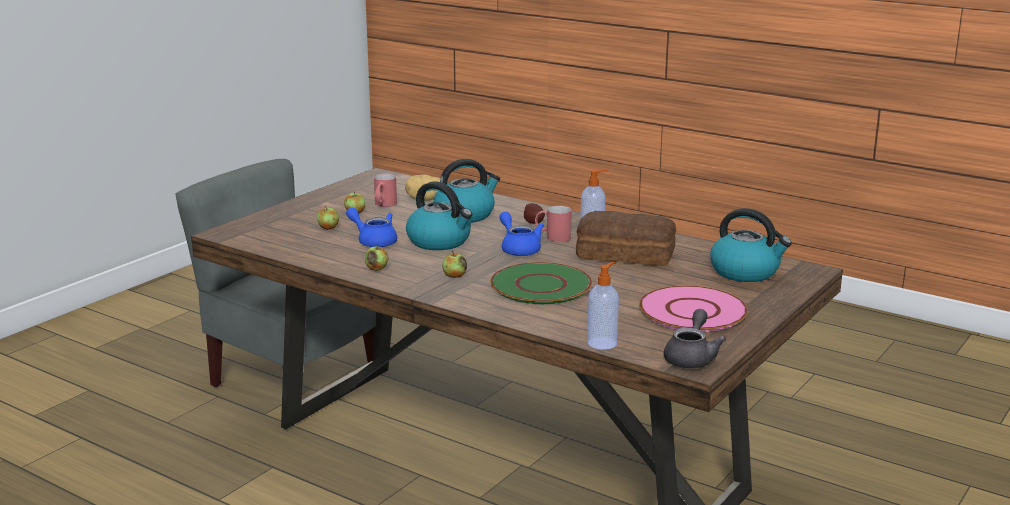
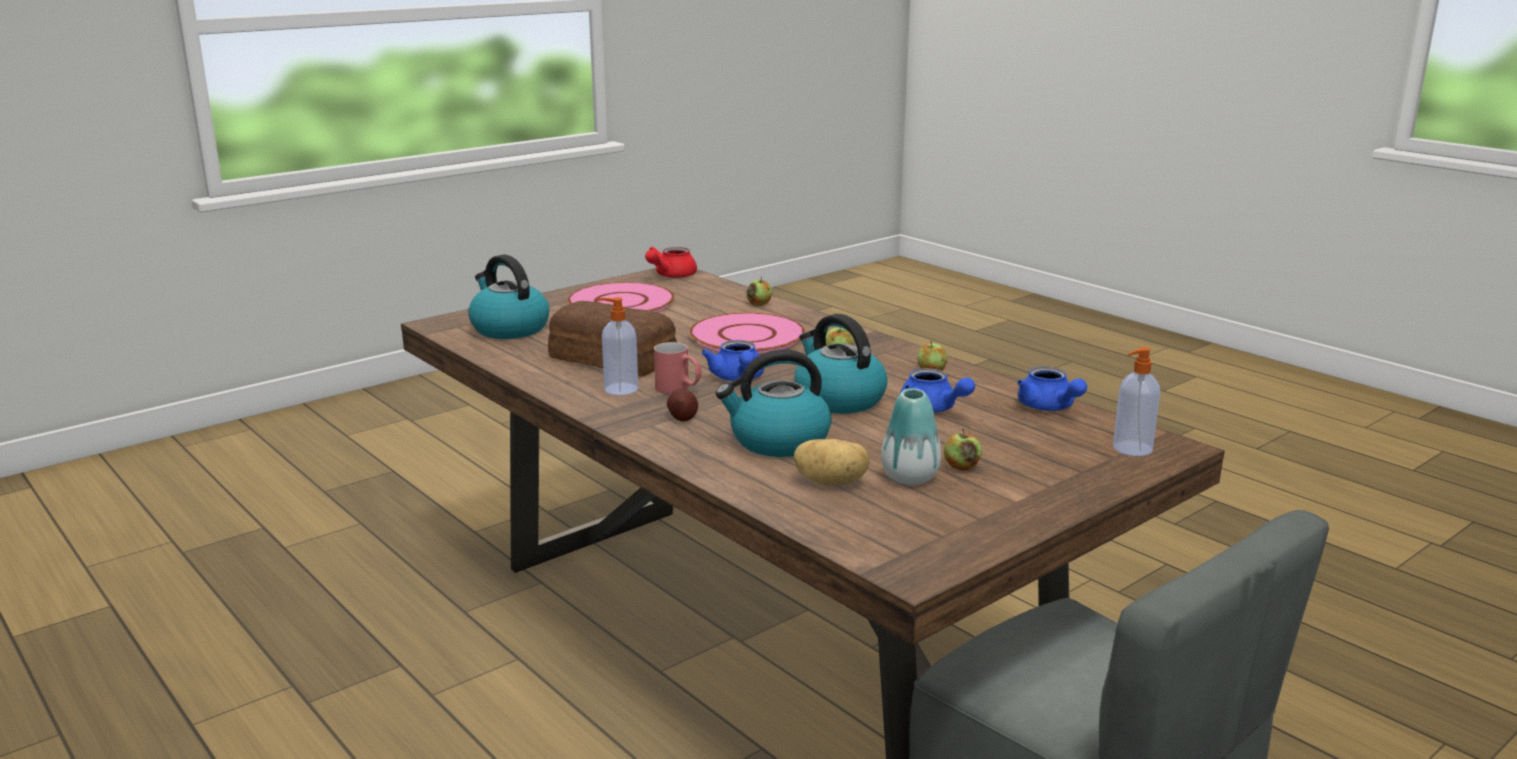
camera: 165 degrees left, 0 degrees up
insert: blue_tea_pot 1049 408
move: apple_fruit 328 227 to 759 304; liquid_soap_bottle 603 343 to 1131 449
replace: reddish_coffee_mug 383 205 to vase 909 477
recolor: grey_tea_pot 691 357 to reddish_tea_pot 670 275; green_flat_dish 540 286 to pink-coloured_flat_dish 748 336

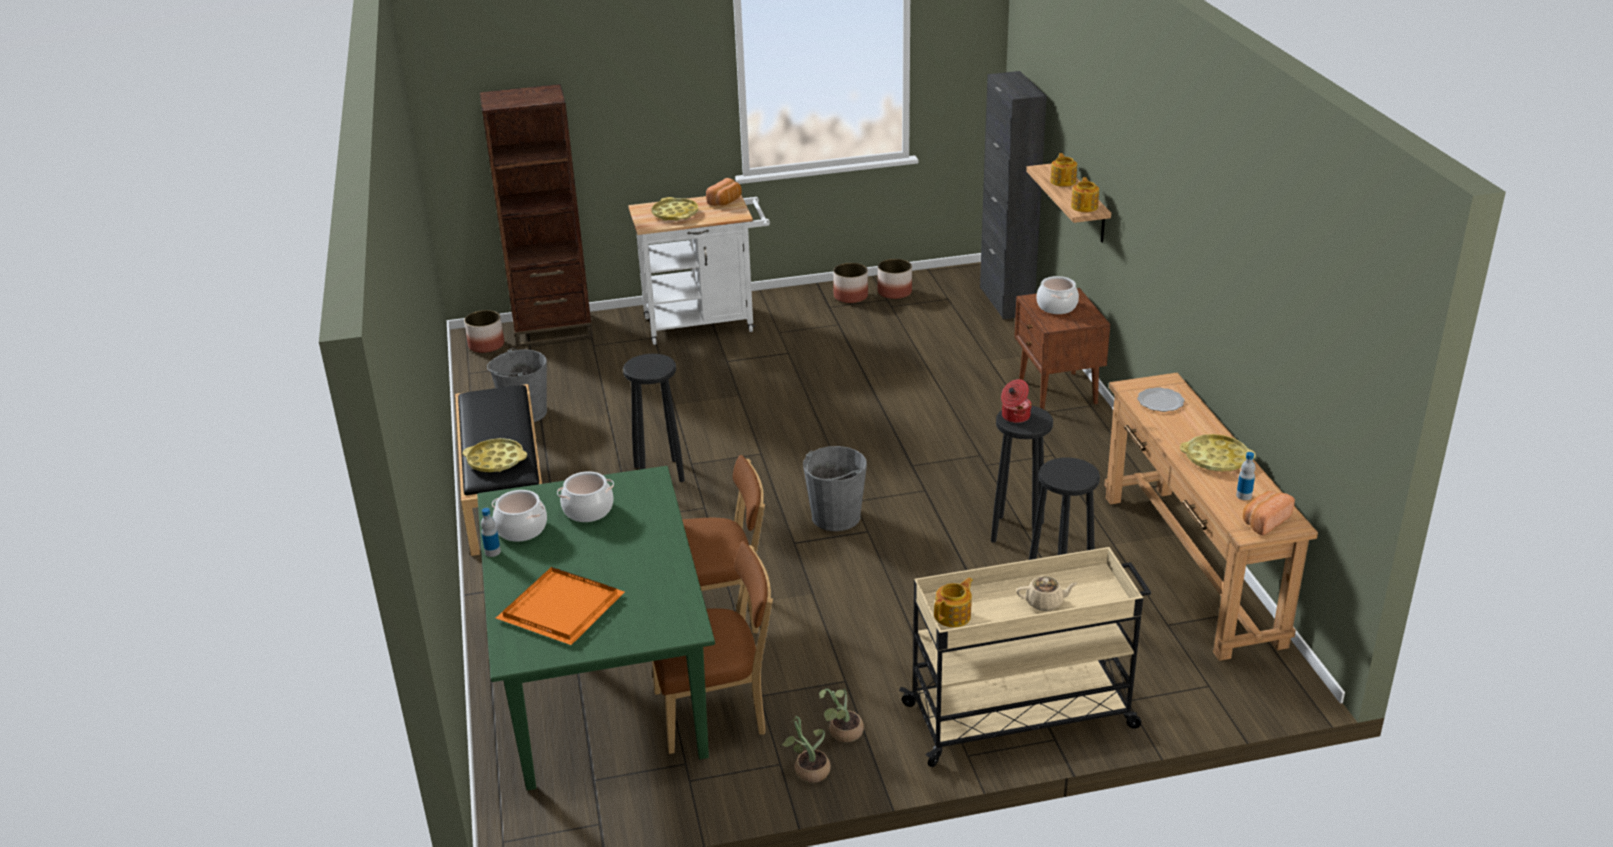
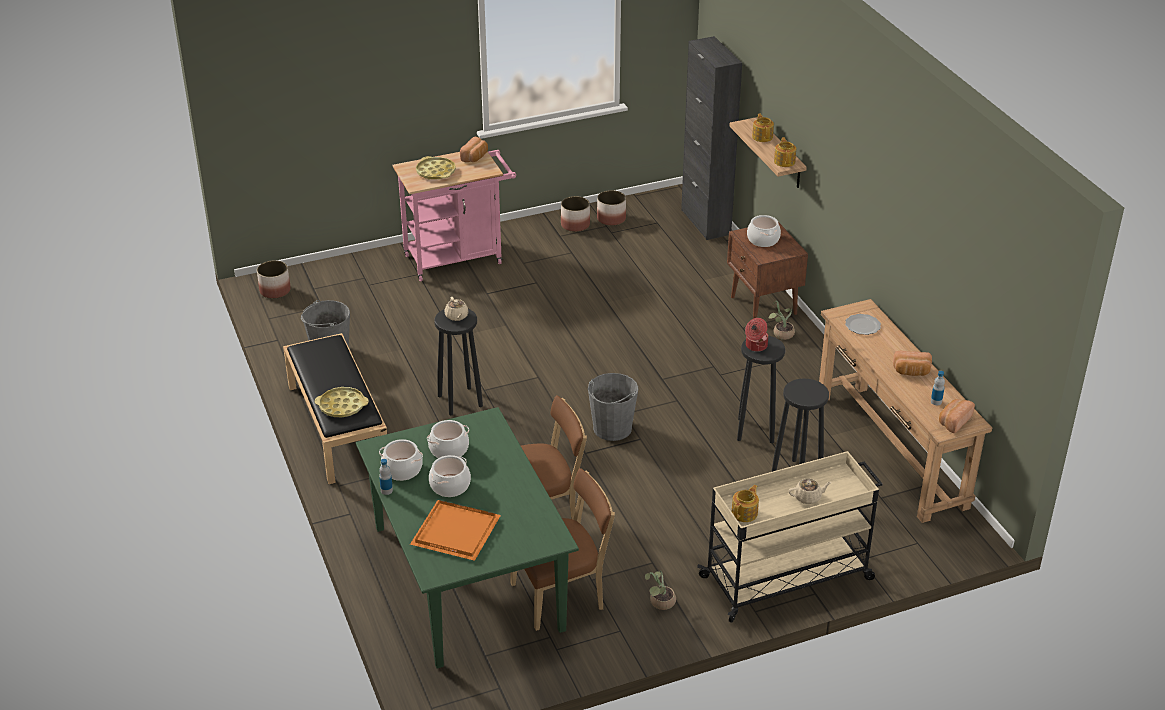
camera: 10 degrees left, 5 degrees up
delete: brownish_bookcase 553 330
insert: stockpot 450 485; beige-coloured_tea_pot 456 316
move: potted_plant 808 770 to 780 334
replace: yellow-coloured_carrying_tray 1216 458 to bakery_bread 911 372
recolor: white_cart 706 323 to pink-coloured_cart 459 258

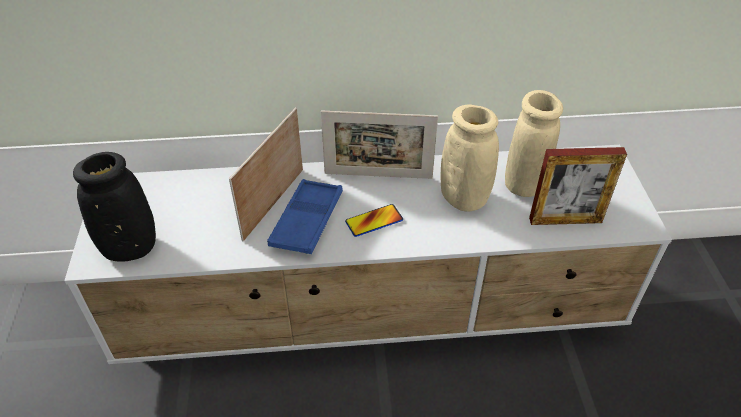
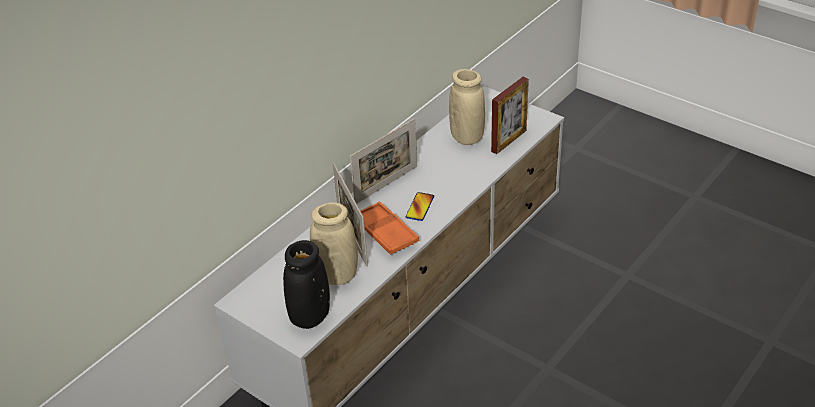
camera: 45 degrees left, 5 degrees down
move: beige-coloured_vase 463 198 to 336 275
recolor: blue_carrying_tray 307 221 to orange_carrying_tray 385 232

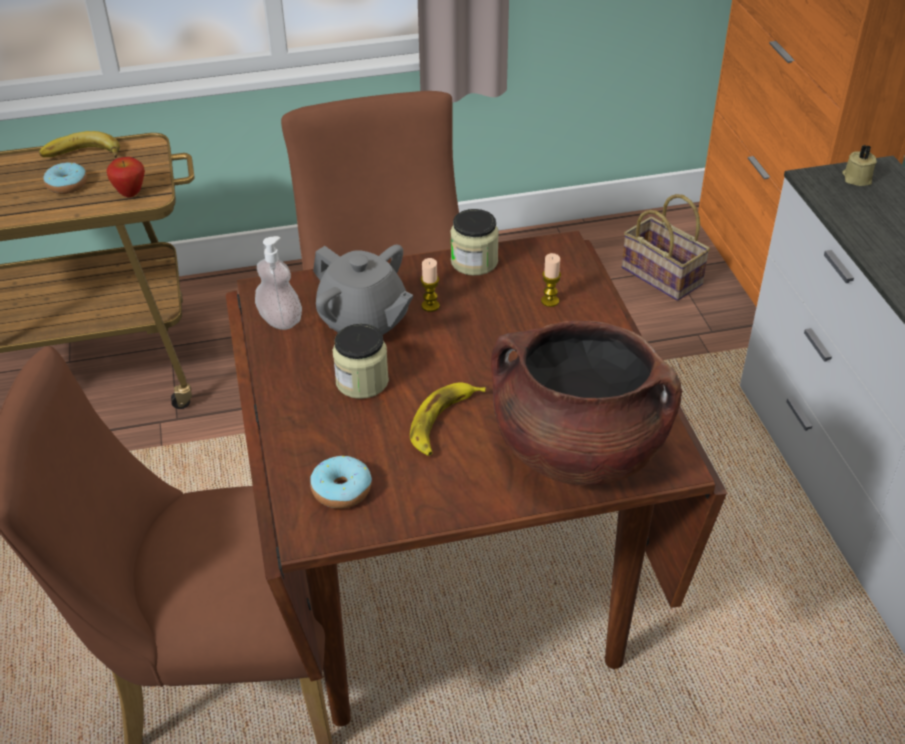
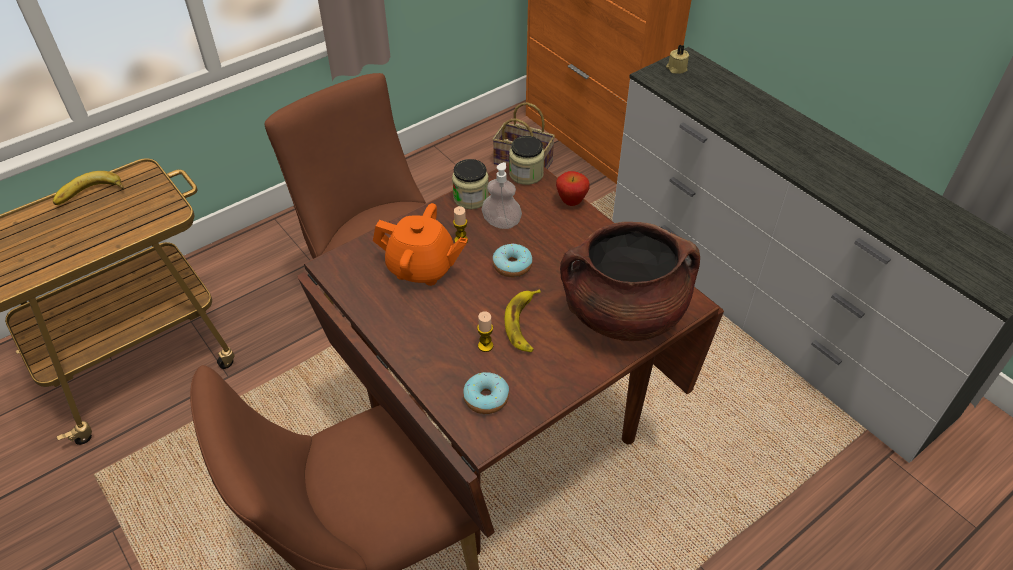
camera: 25 degrees left, 5 degrees up
move: wax_light 550 301 to 485 346; liquid_soap_bottle 280 320 to 501 222; doughnut 67 185 to 512 266; jar 362 381 to 526 174; apple_fruit 130 194 to 571 202
recolor: grey_tea_pot 364 323 to orange_tea_pot 422 268

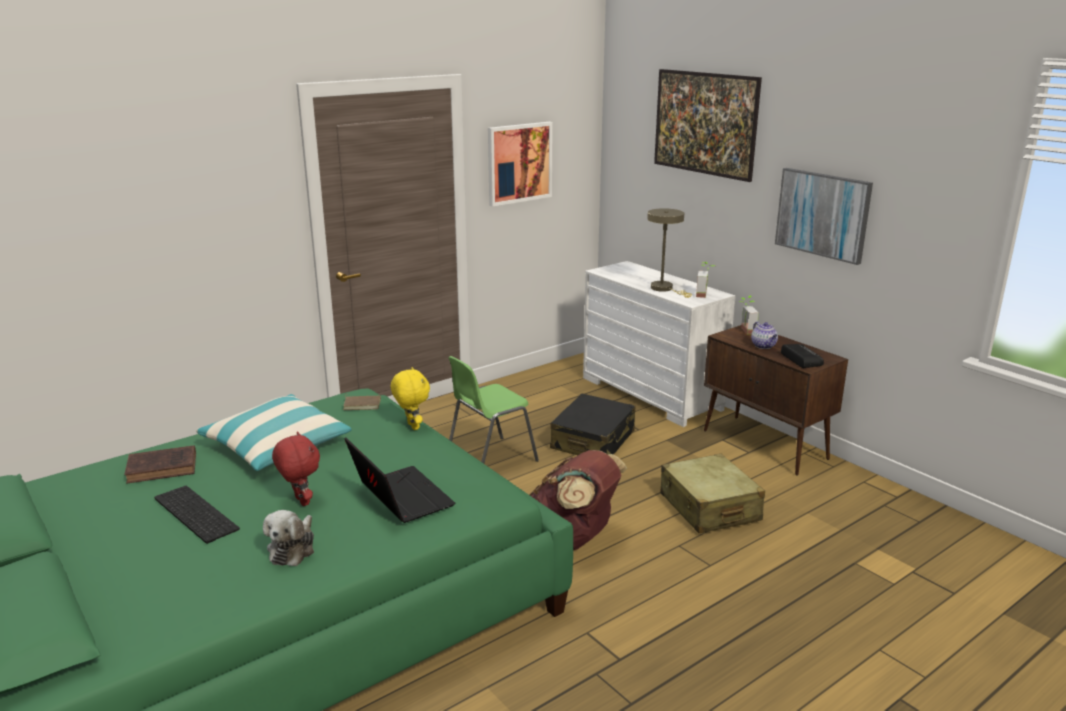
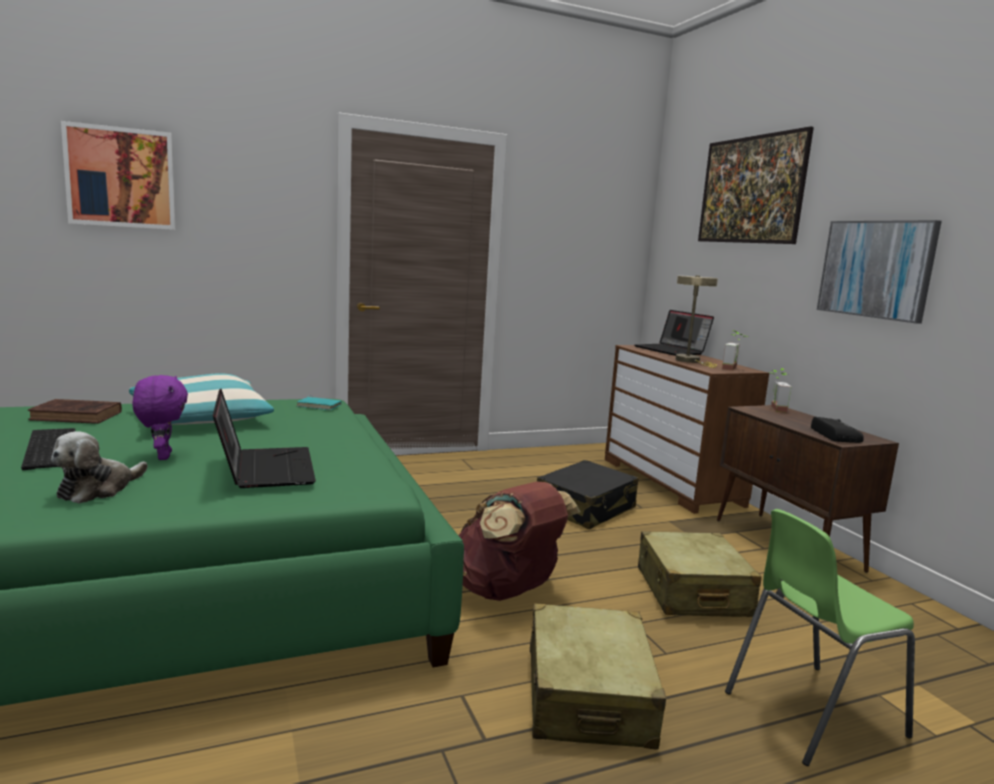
camera: 15 degrees right, 10 degrees down
delete: yellow-coloured_cuddly_toy 412 426; tea_pot 764 346
insert: beige-coloured_piece_of_luggage 588 696; portable_computer 672 351
move: wall_picture 519 163 to 121 177; green_chair 490 460 to 811 713
recolor: reddish_cuddly_toy 300 501 to purple_cuddly_toy 162 456; brownish_bound_book 362 404 to turquoise-coloured_bound_book 320 405; white_dresser 651 393 to brownish_dresser 671 481

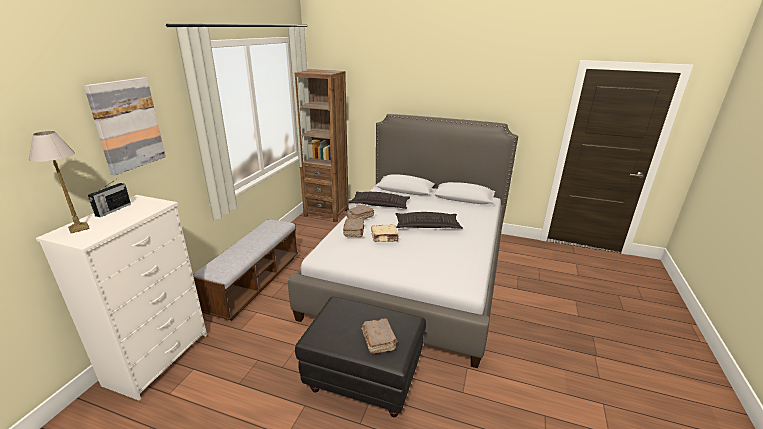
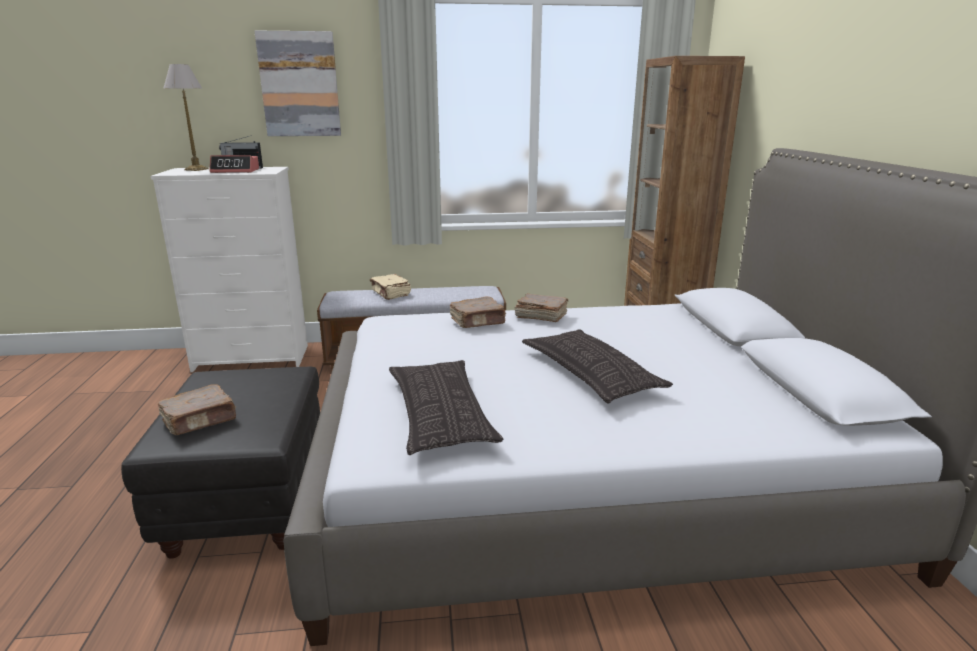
camera: 65 degrees right, 5 degrees down
insert: bedside_clock 235 171
move: beige-coloured_bound_book 385 238 to 390 293; cushion 380 204 to 440 414

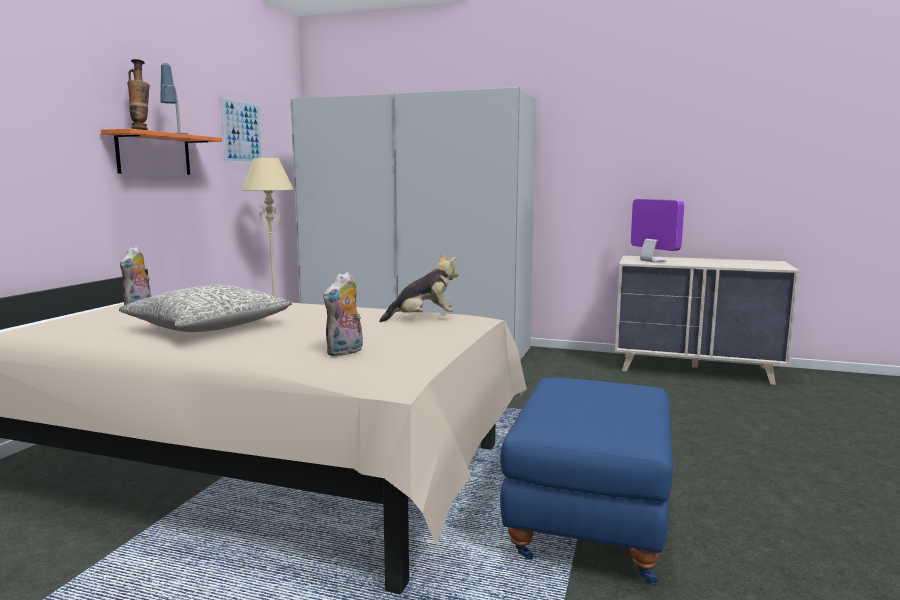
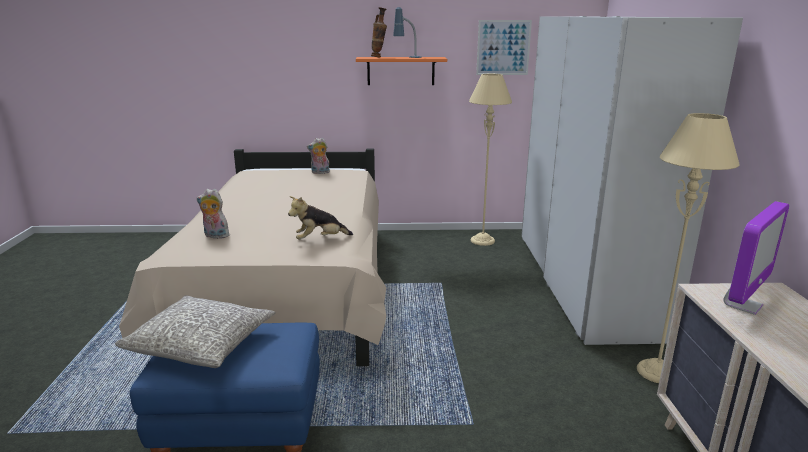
camera: 70 degrees right, 10 degrees up
insert: beige-coloured_standard_lamp 657 372
move: grey_cushion 209 326 to 202 344
rotate: cuddly_toy 423 319 = 320 240 105 degrees clockwise

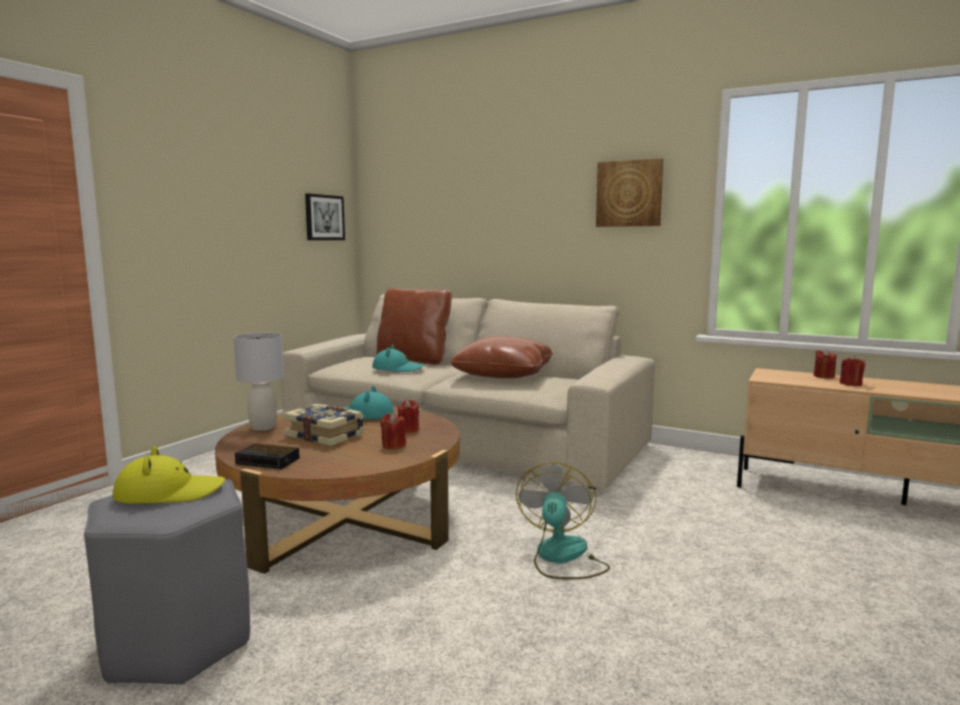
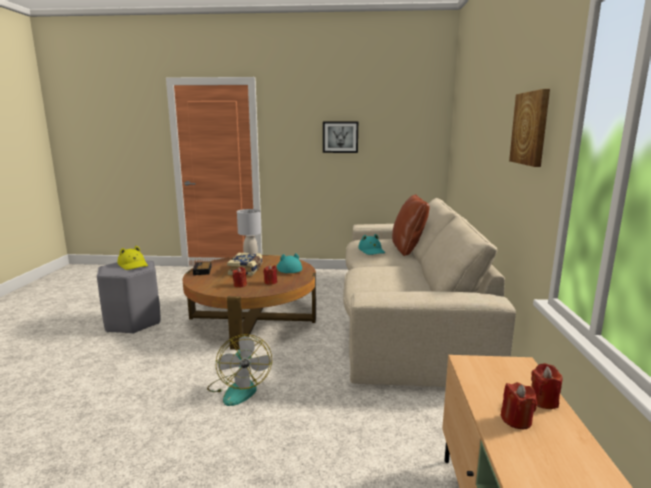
camera: 65 degrees right, 5 degrees up
delete: brownish_cushion 503 375
move: wall_picture 324 217 to 340 137
rotate: cooling_fan 562 557 = 239 388 90 degrees clockwise

